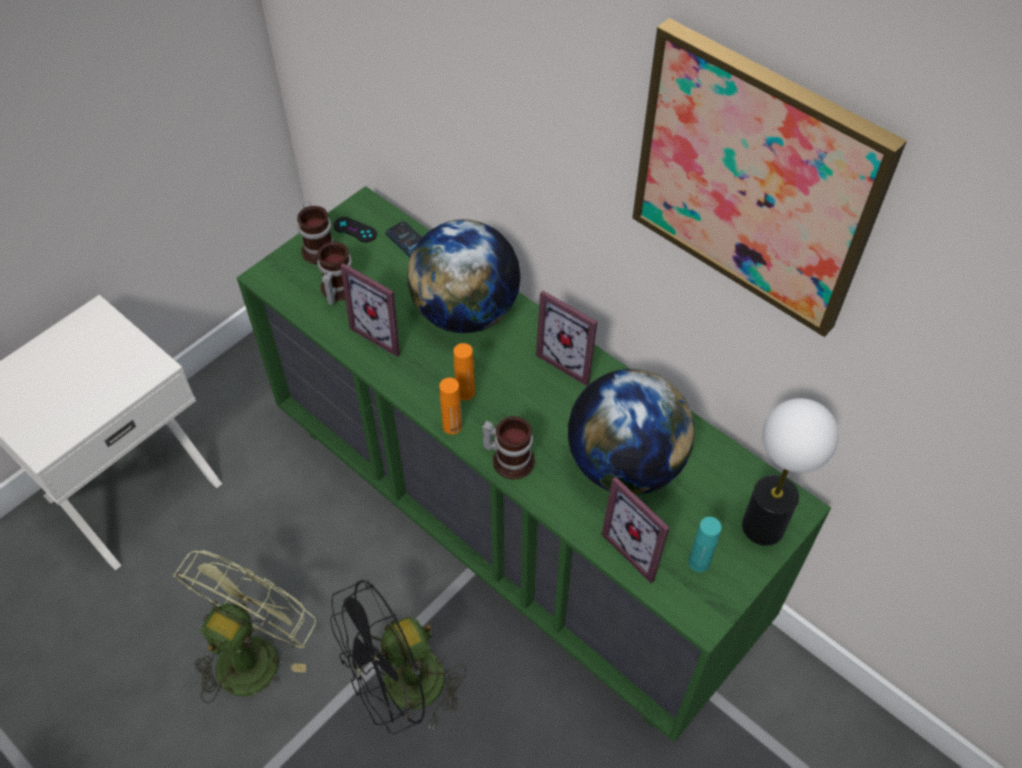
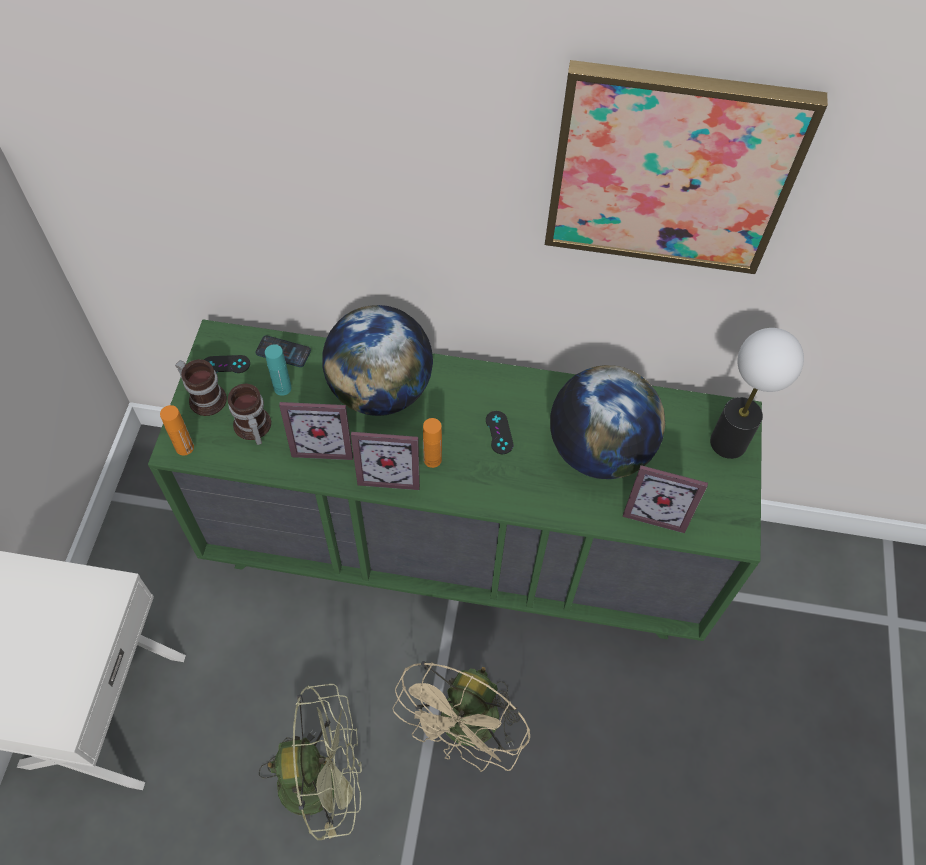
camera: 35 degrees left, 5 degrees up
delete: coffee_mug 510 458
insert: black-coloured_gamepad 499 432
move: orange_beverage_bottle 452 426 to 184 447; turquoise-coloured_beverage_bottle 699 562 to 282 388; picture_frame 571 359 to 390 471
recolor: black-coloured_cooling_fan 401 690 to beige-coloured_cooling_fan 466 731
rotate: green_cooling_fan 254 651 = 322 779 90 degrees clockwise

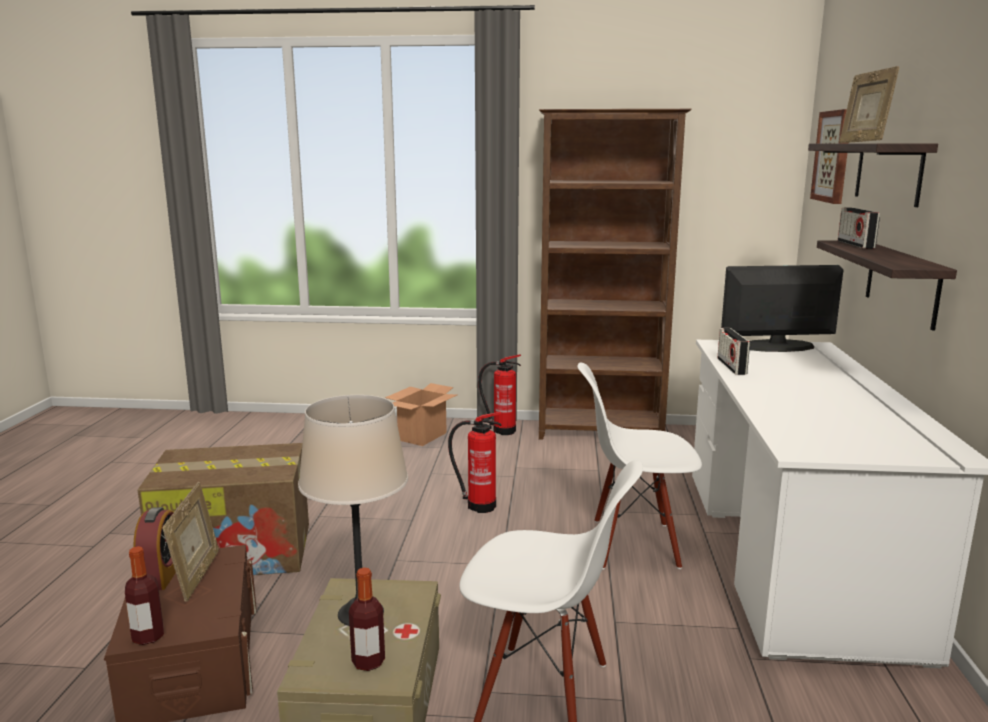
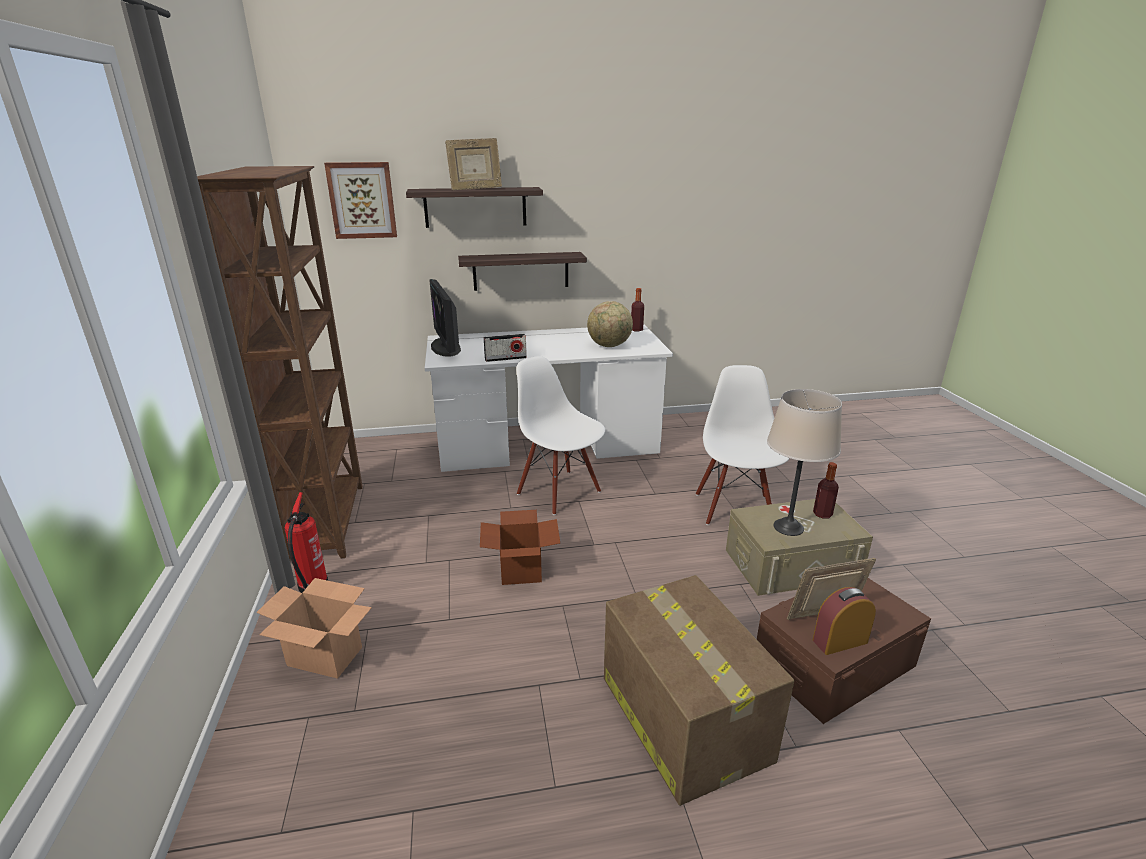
camera: 105 degrees left, 10 degrees up
delete: radio_receiver 855 244
insert: desk_globe 609 346
move: beverage_bottle 148 636 to 636 329
replace: fire-fighting_cylinder 478 506 to carton 520 570
rotate: white_chair 634 544 = 559 492 150 degrees clockwise

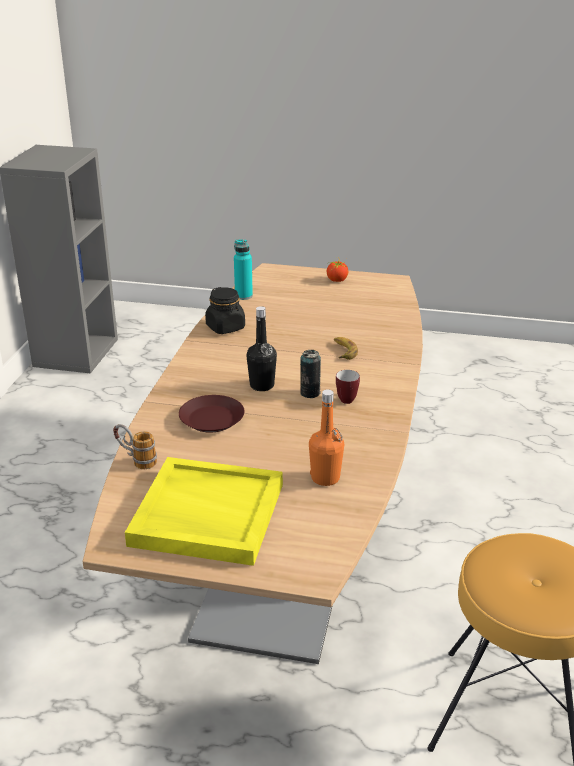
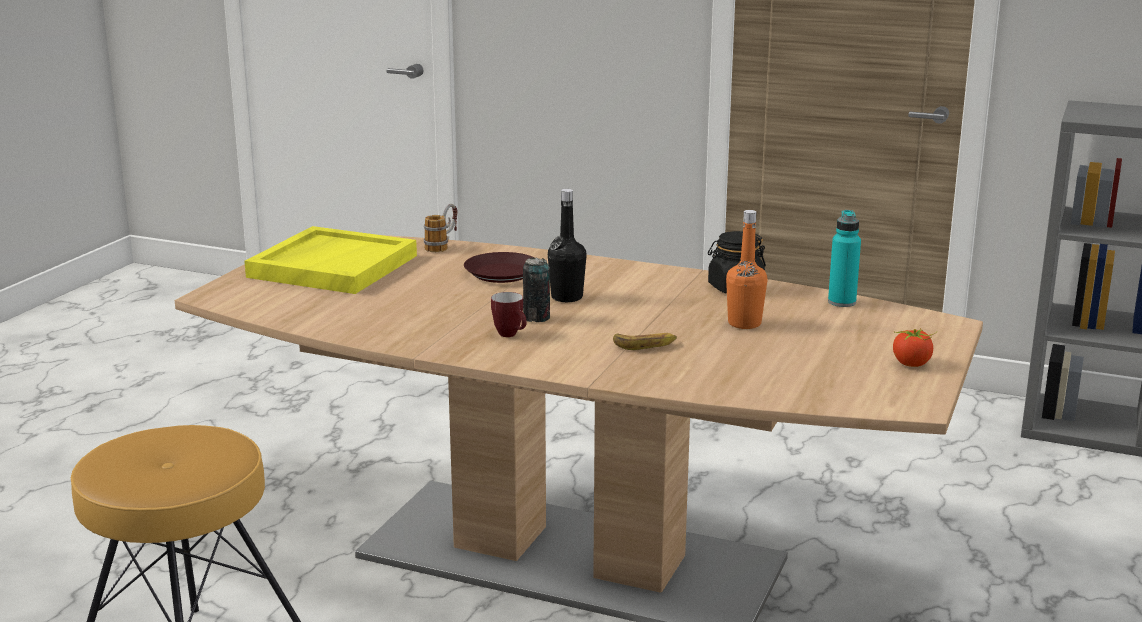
camera: 100 degrees right, 10 degrees down
move: orange_beverage_bottle 325 478 to 744 323

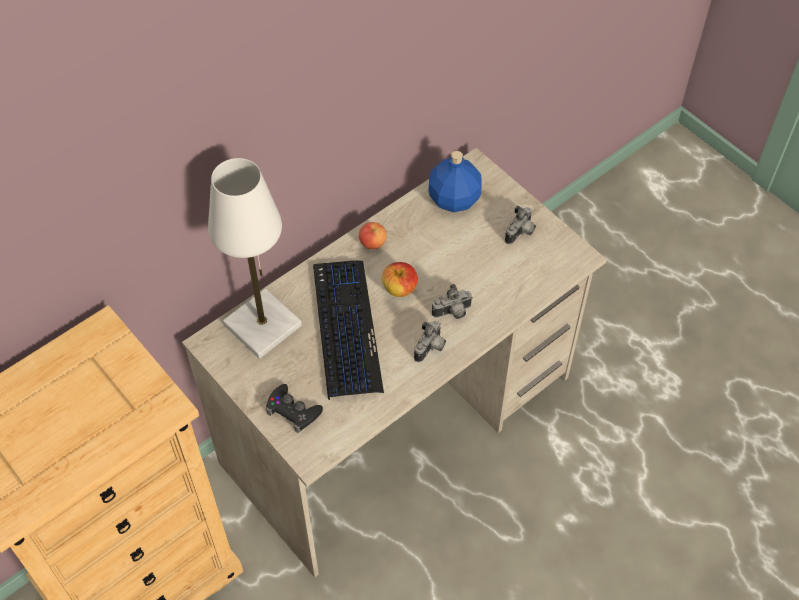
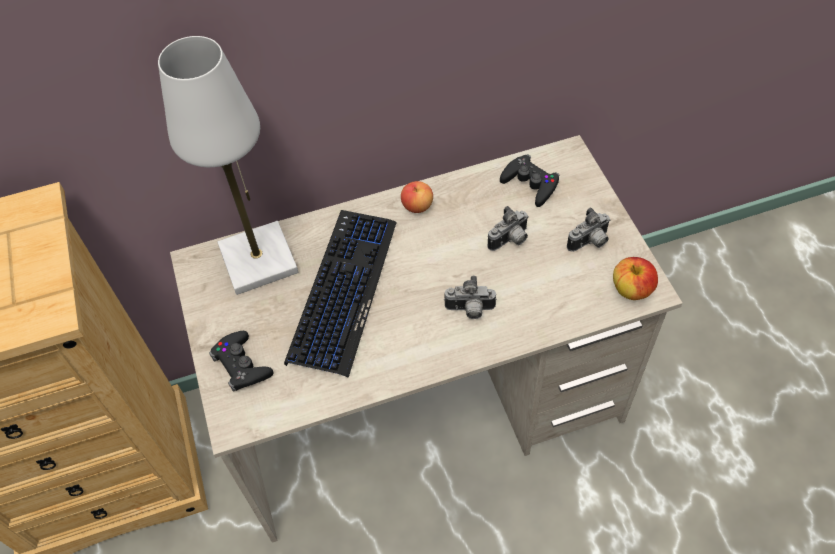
camera: 25 degrees right, 0 degrees up
move: photo_camera 431 348 to 510 241; apple_fruit 400 289 to 631 290
replace: blue_beverage_bottle 455 199 to black-coloured_gamepad 530 184

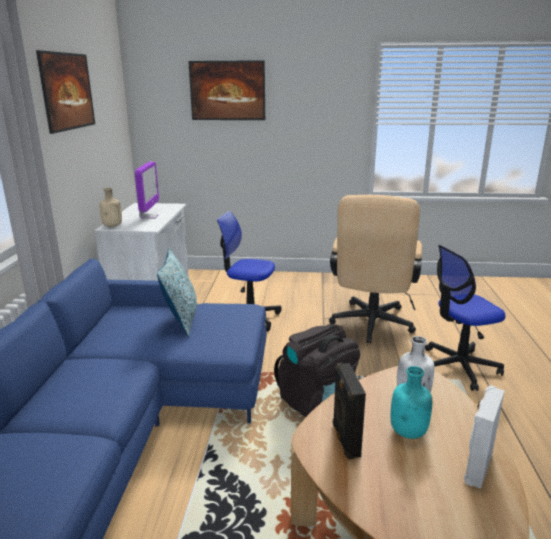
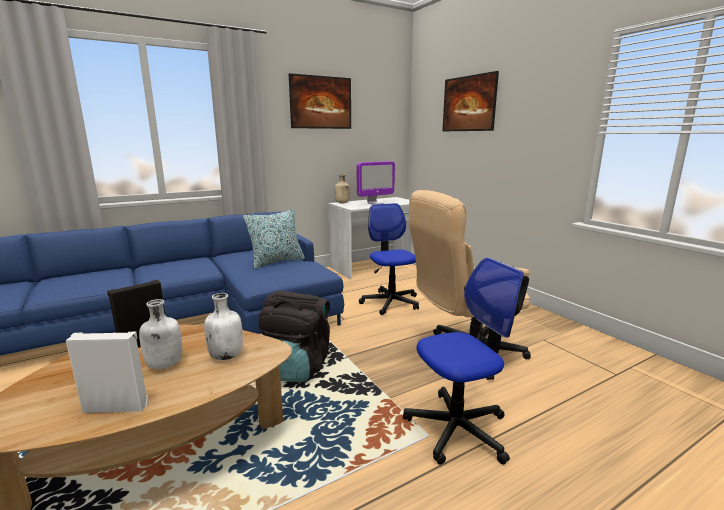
camera: 55 degrees right, 5 degrees down
recolor: turquoise-coloured_beverage_bottle 409 432 to white_beverage_bottle 164 365
rotate: computer_chair 458 367 = 457 429 120 degrees clockwise

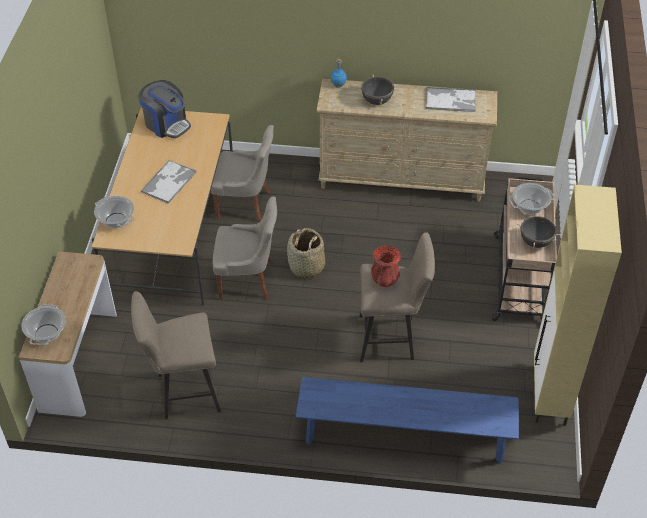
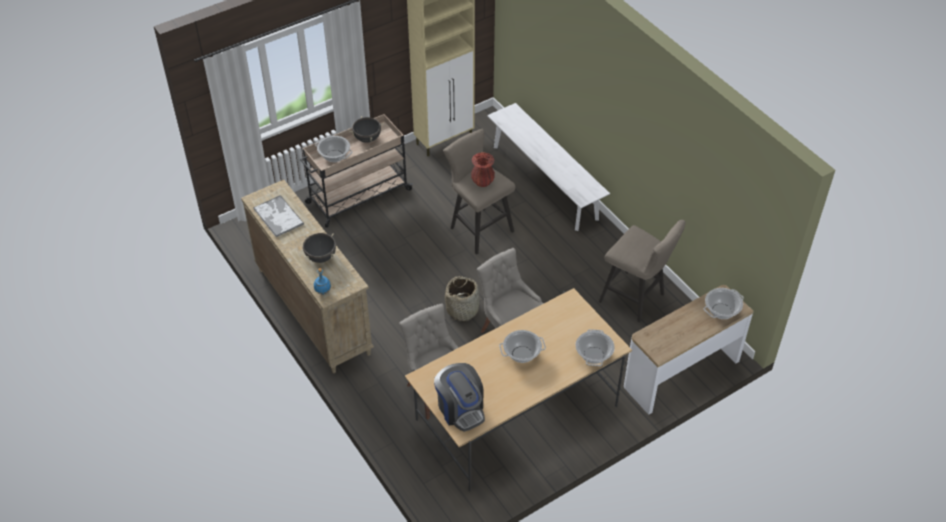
camera: 130 degrees left, 0 degrees up
replace: carrying_tray 169 182 to stockpot 521 354
recolor: blue_bench 404 437 to white_bench 544 182
rotate: coffee_machine 166 124 = 460 409 150 degrees clockwise

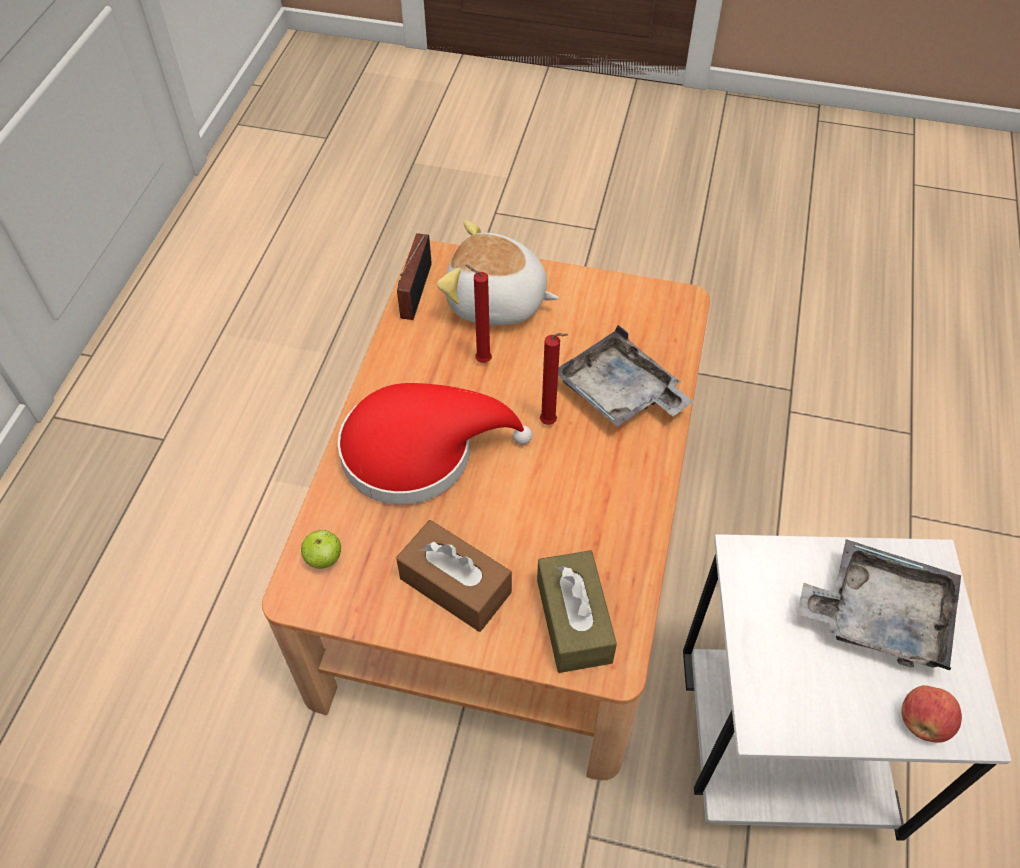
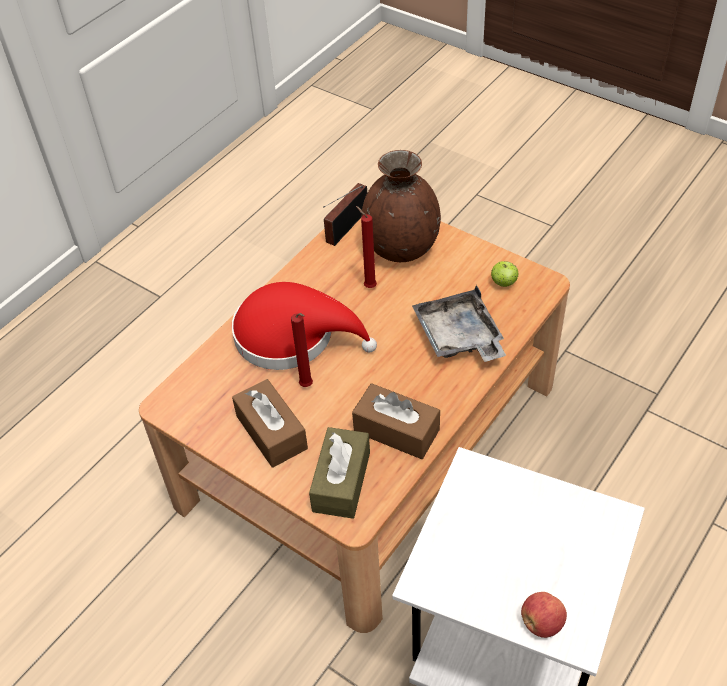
camera: 25 degrees right, 5 degrees down
delete: grey_carrying_tray 878 615
insert: brownish_tissue_box 396 430
move: reddish_wax_light 550 423 to 307 386; apple_fruit 324 559 to 503 283
replace: cuddly_toy 496 302 to brownish_vase 401 248

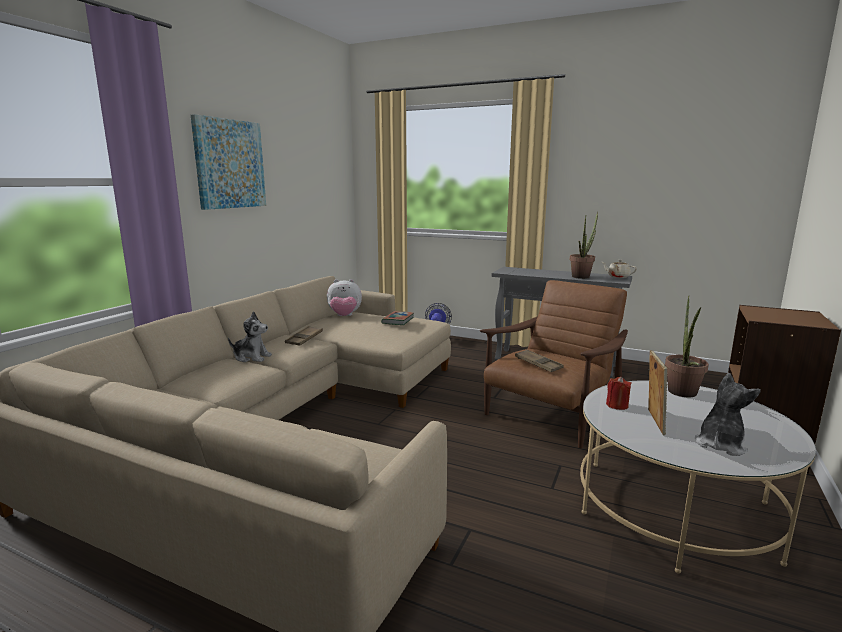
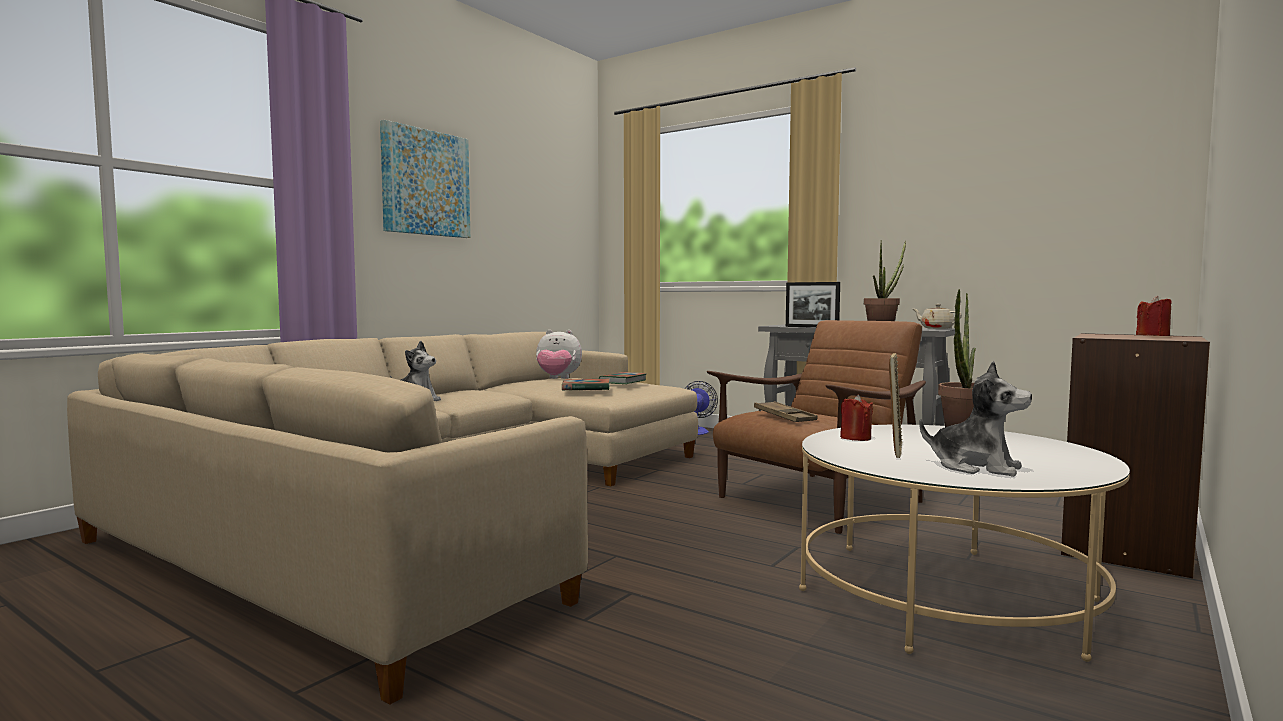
camera: 10 degrees right, 10 degrees down
delete: brownish_carrying_tray 304 339
insert: bound_book 586 388; picture_frame 811 327; reddish_wax_light 1153 335
rotate: cuddly_toy 720 444 = 976 467 75 degrees clockwise

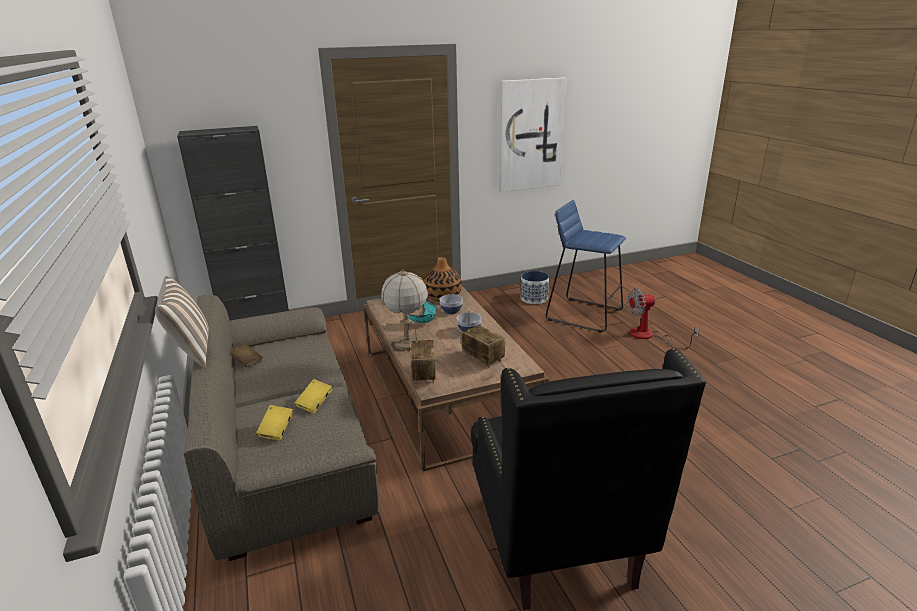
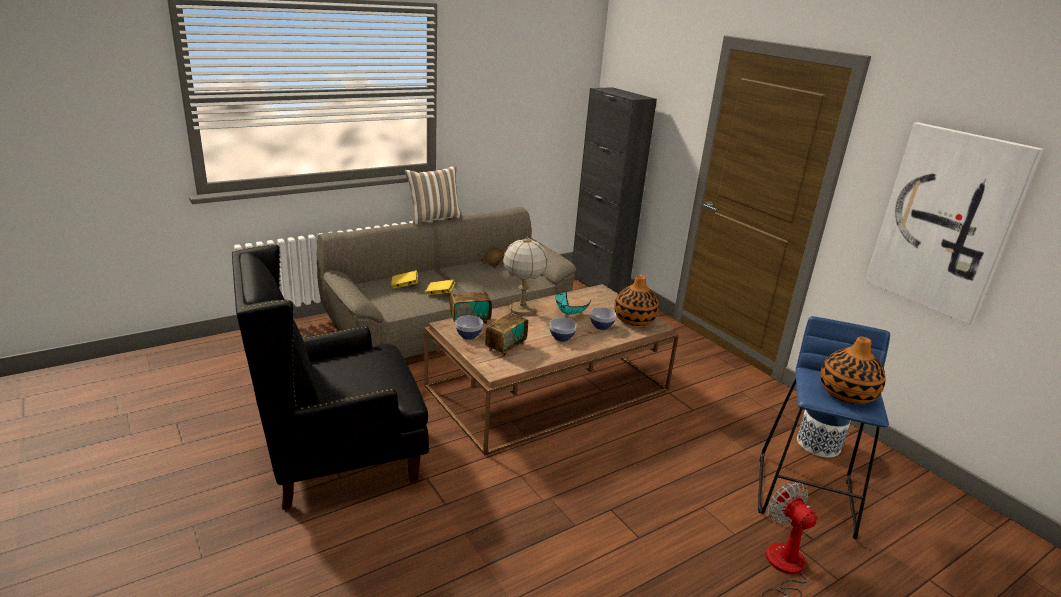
camera: 75 degrees right, 0 degrees up
insert: bowl 468 335; vase 846 394

